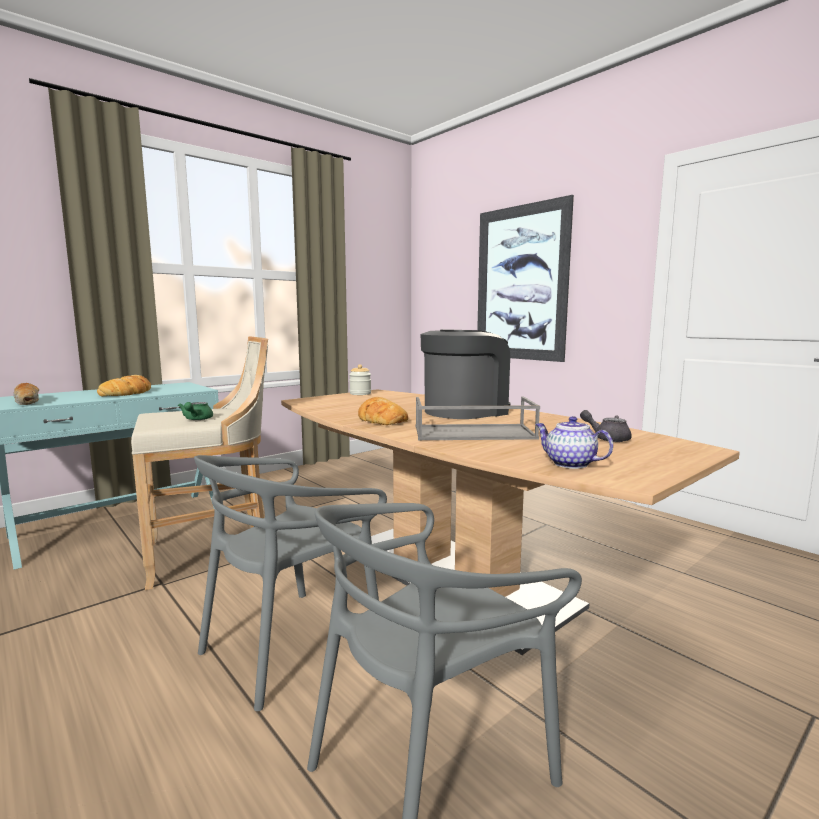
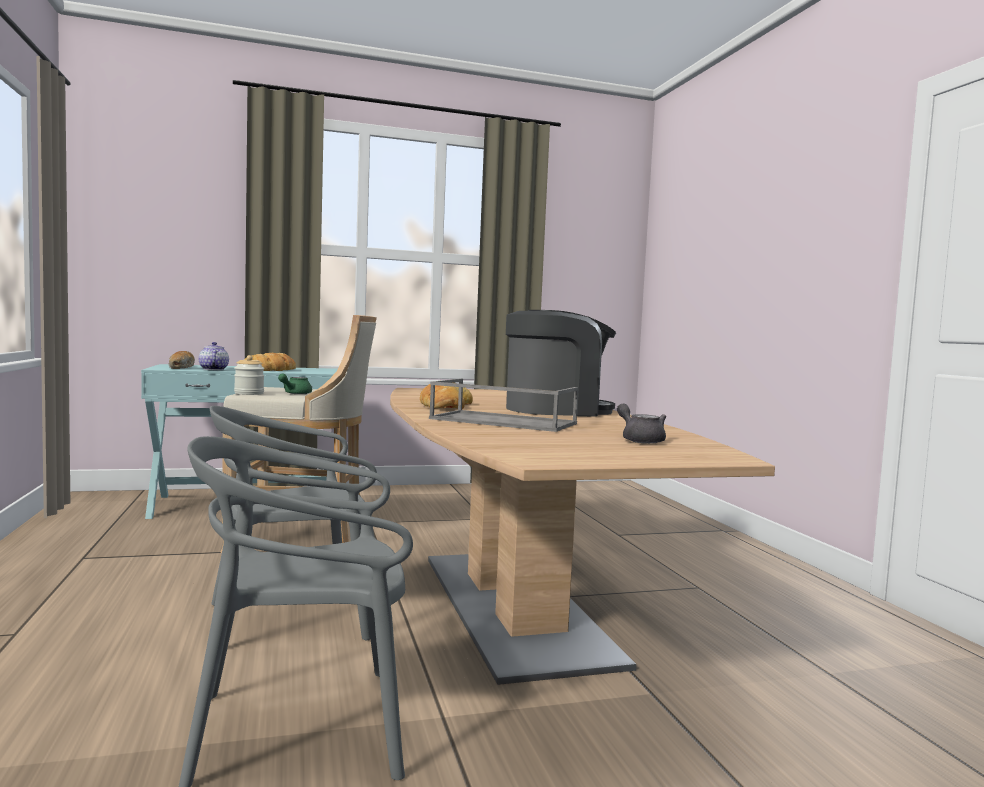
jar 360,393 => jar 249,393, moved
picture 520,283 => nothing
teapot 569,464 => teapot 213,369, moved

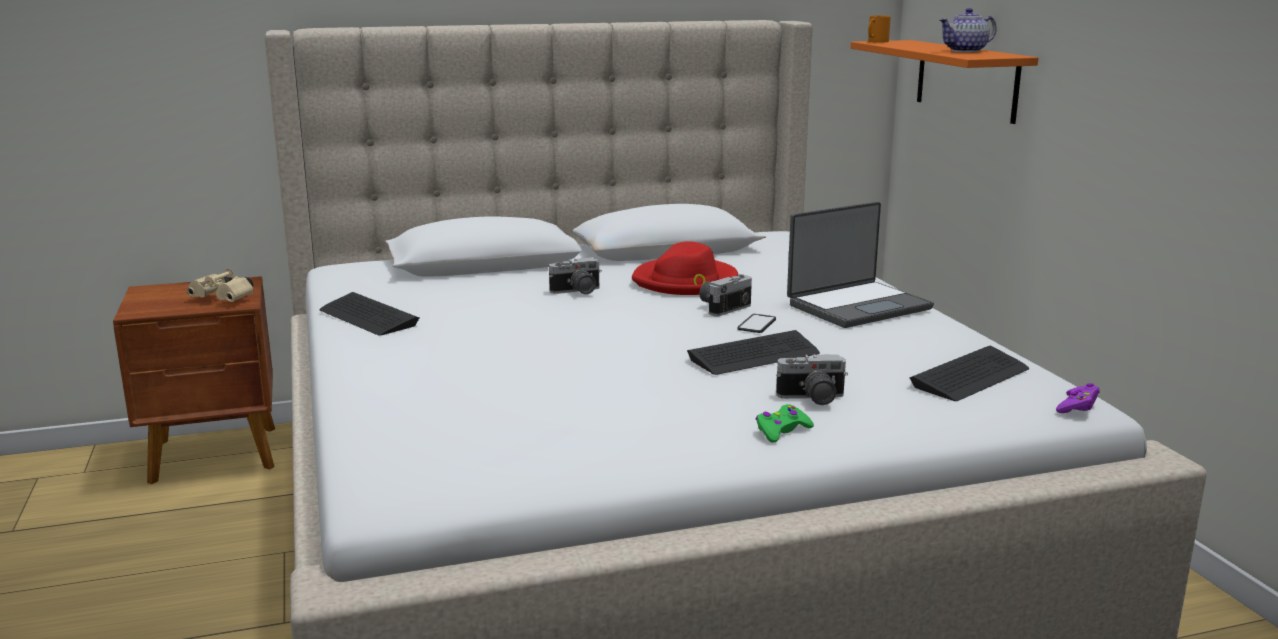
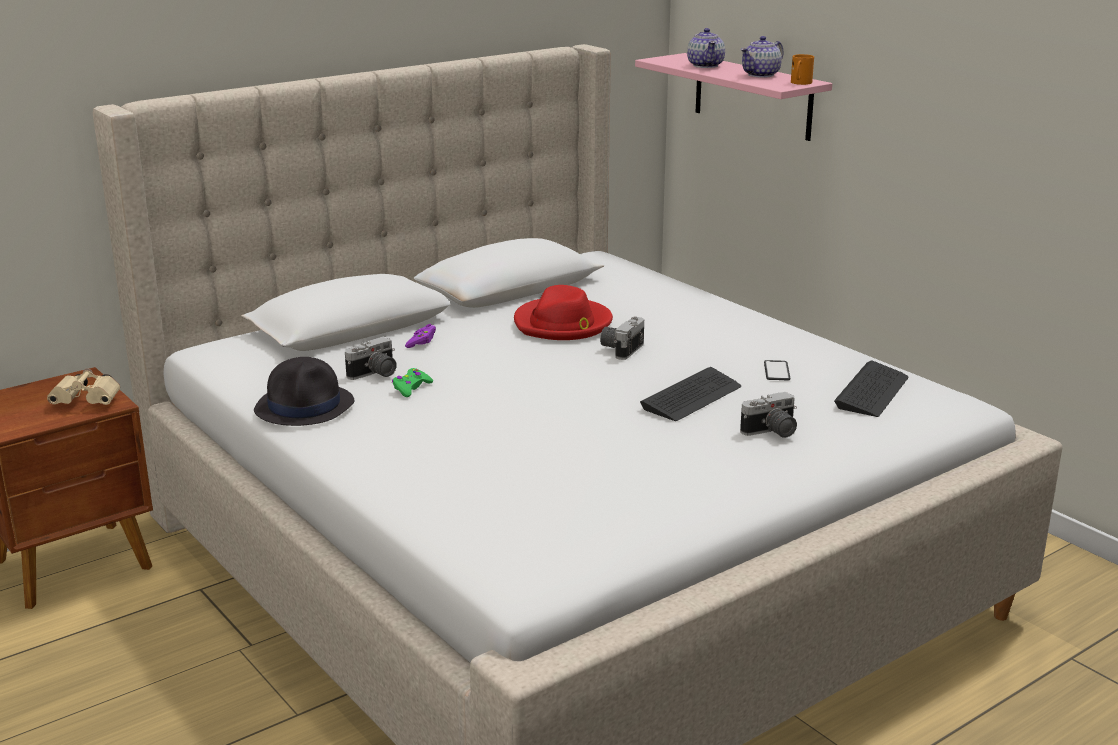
keyboard 368,317 => hat/black 305,406
photo camera 577,292 => photo camera 375,374, moved
phone 756,324 => phone 776,371, moved
game controller/green 782,431 => game controller/green 411,388, moved
laptop 857,306 => nothing
shelf/orange 966,80 => shelf/pink 752,96
mug/orange 876,41 => mug/orange 800,83, moved
game controller/purple 1077,406 => game controller/purple 421,341, moved
nothing => teapot 705,65

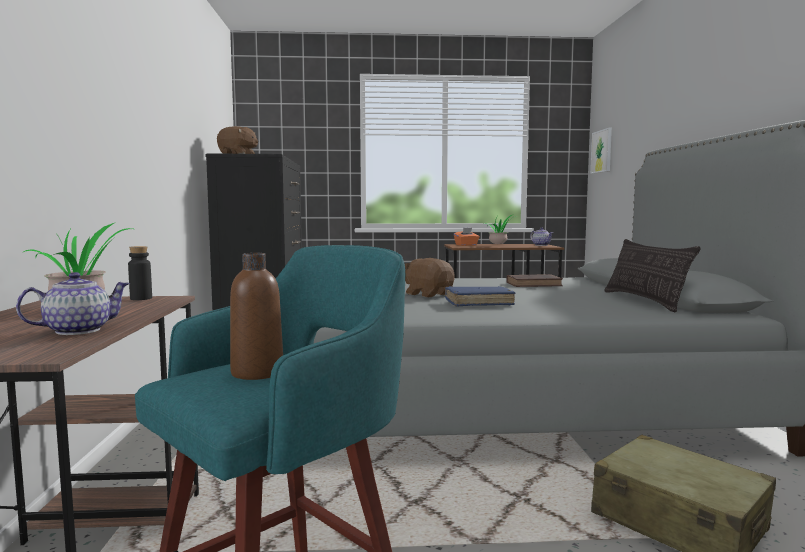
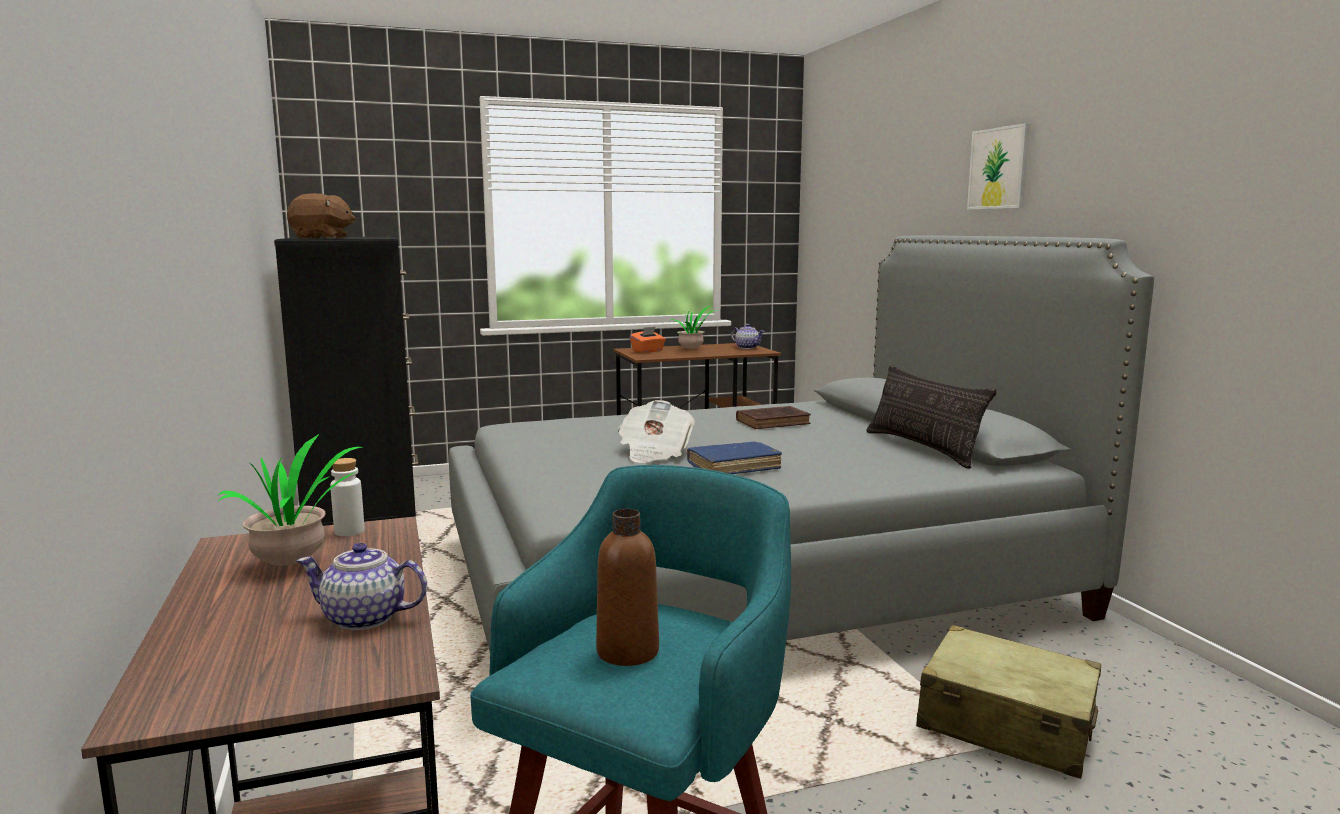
teapot 77,330 => teapot 365,618, 120 degrees counterclockwise
bottle/black 141,298 => bottle/white 349,531
plush toy/brown 428,294 => newspaper 654,453
picture 602,151 => picture 999,168, moved

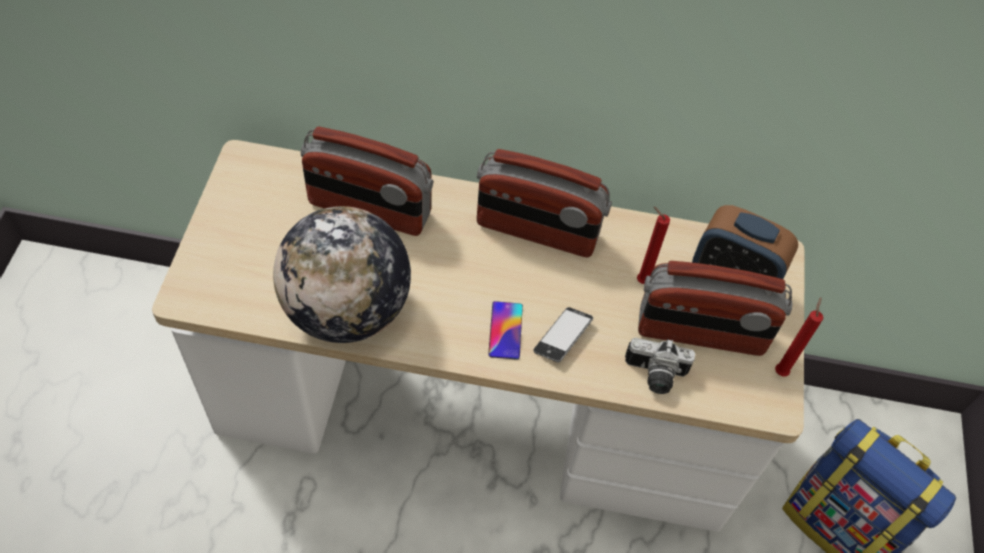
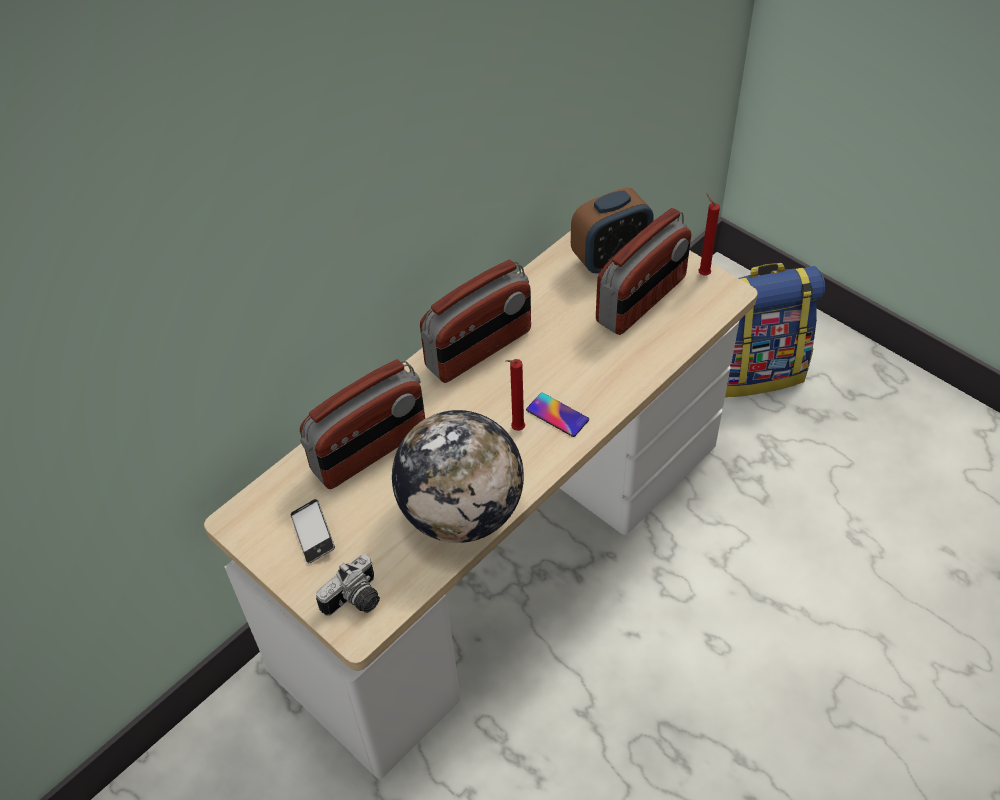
phone 562,337 => phone 313,534, moved
photo camera 654,376 => photo camera 356,601, moved
candle/red 640,280 => candle/red 516,429, moved

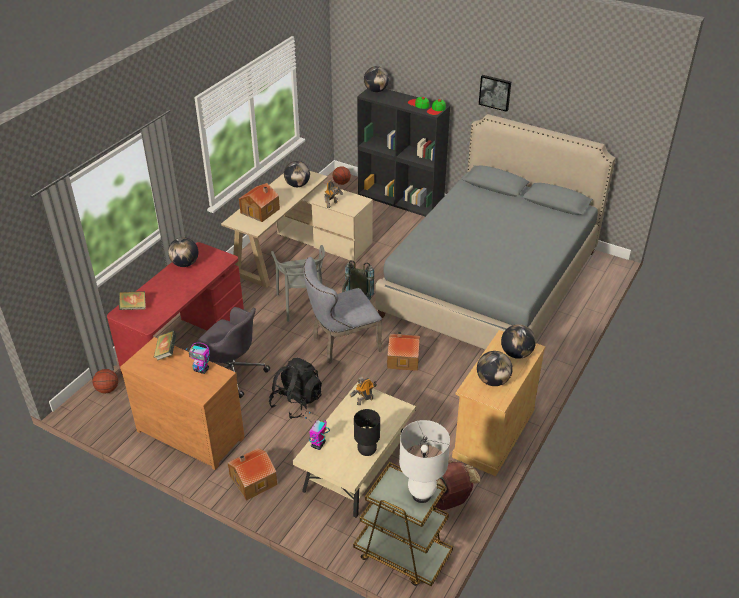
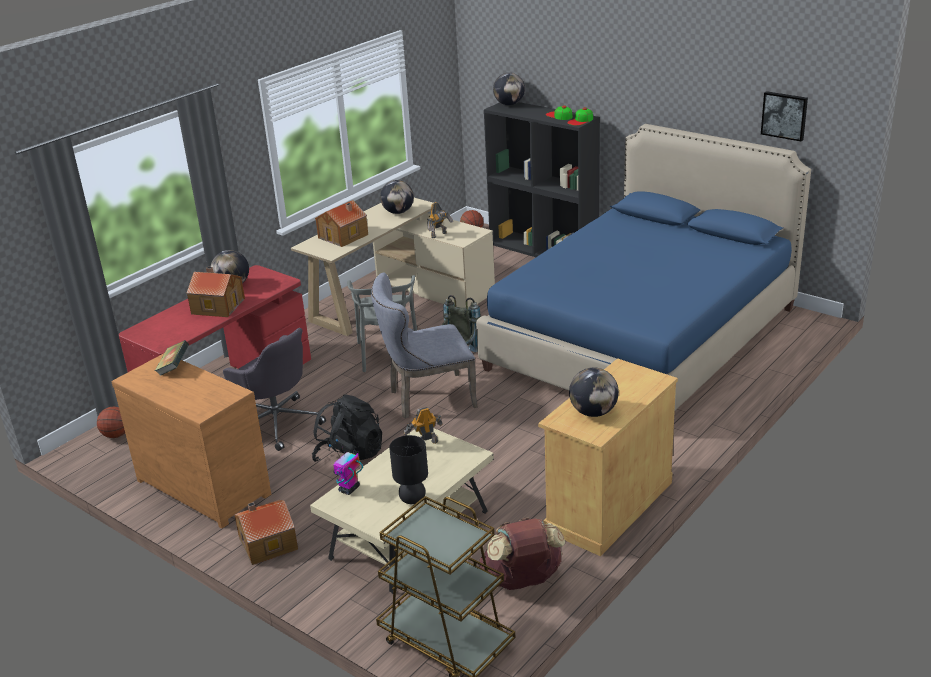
book 133,307 => nothing
toy robot 201,370 => nothing
bed/grey 490,283 => bed/blue 642,338
toy house 402,358 => toy house 218,305, moved
table lamp/white 421,495 => nothing
picture 495,92 => picture 784,115, moved
globe 516,353 => nothing

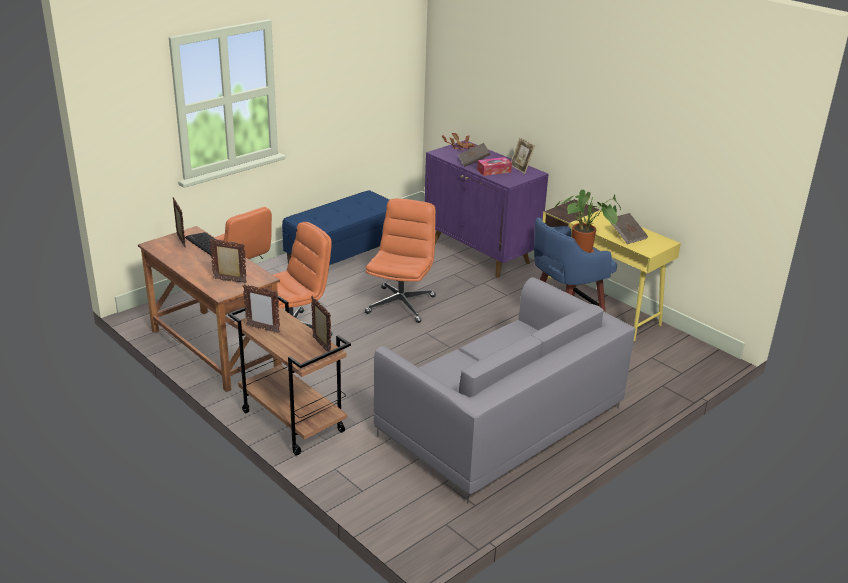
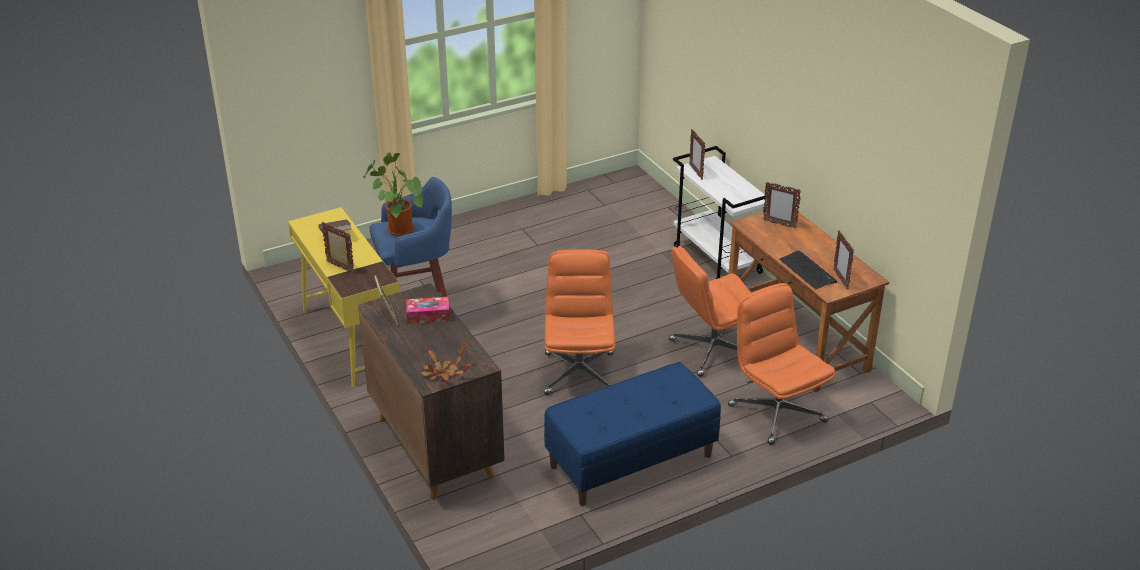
cart/brown 291,421 => cart/white 718,260
picture frame 263,329 => picture frame 340,267, moved
office chair/orange 400,304 => office chair/orange 579,373, 150 degrees clockwise
sofa/grey 501,422 => nothing
cabinet/purple 480,253 => cabinet/brown 435,447
book/brown 473,162 => nothing

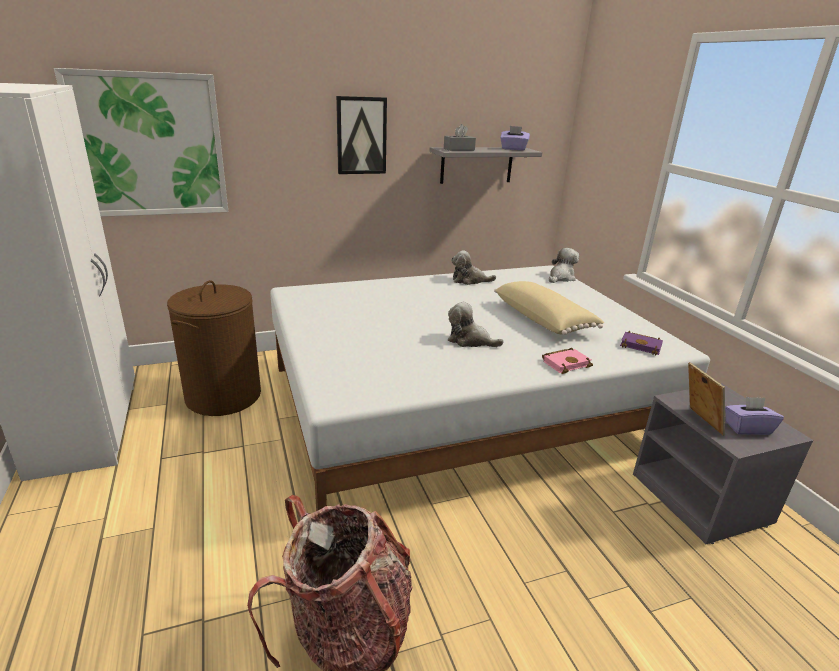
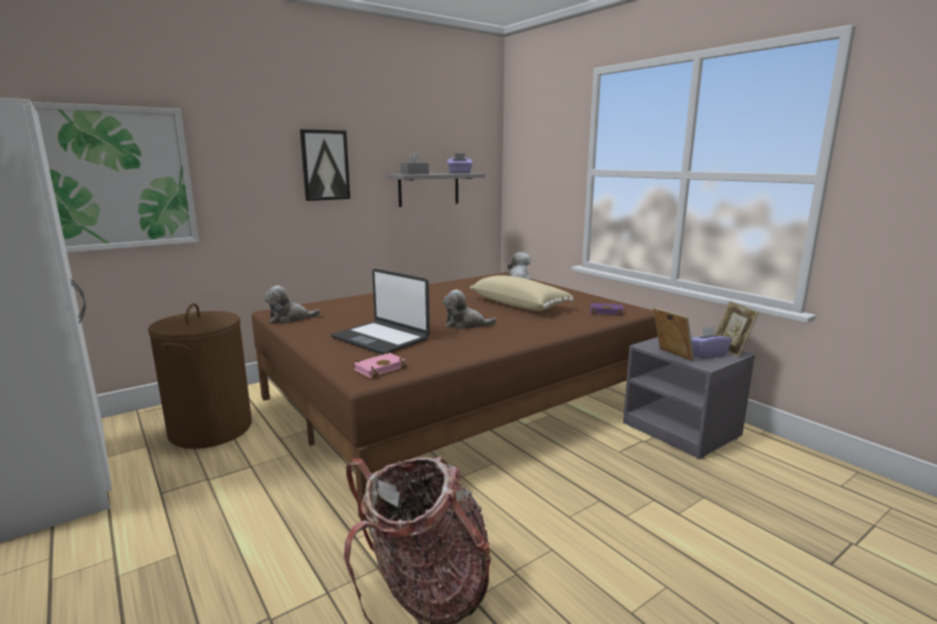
bed/white 462,406 => bed/brown 457,399
plush toy 469,280 => plush toy 290,319, moved
book/pink 566,363 => book/pink 380,368, moved
nothing => laptop 381,338
nothing => picture frame 731,350

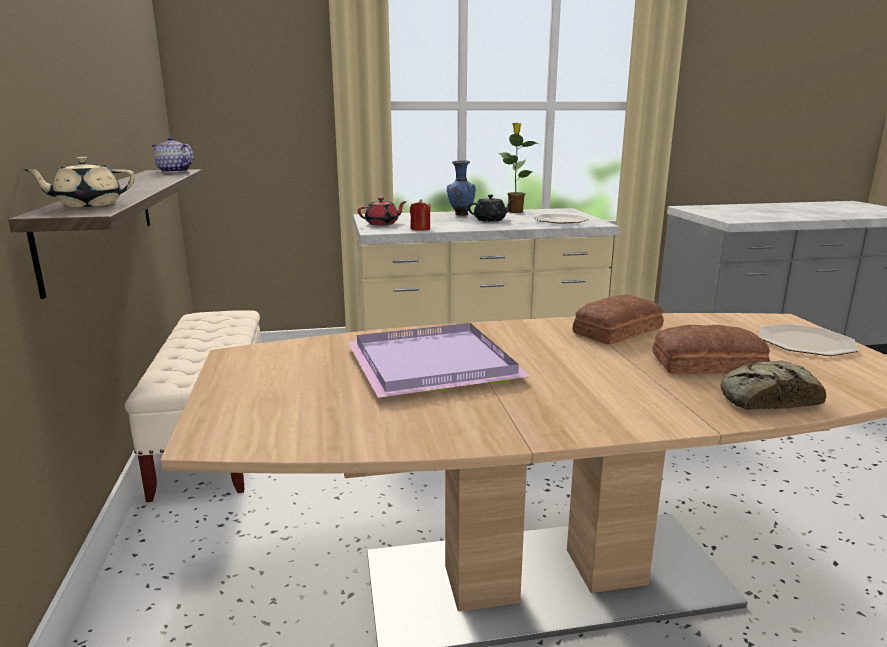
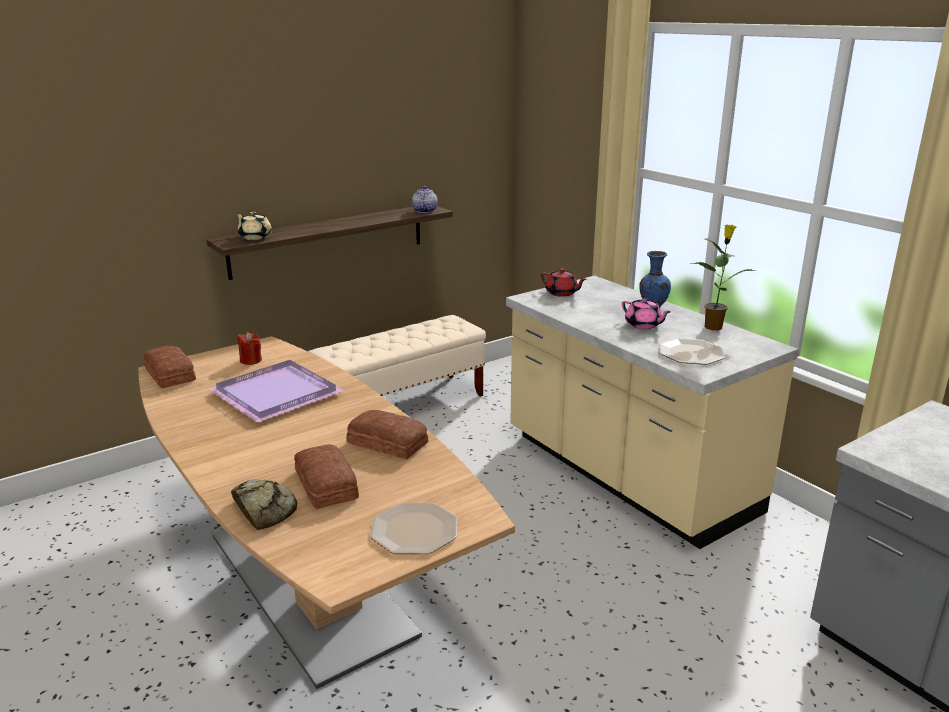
candle/red 420,229 => candle/red 251,360, moved
teapot/black 490,220 => teapot/pink 643,325
nothing => bread 171,374

